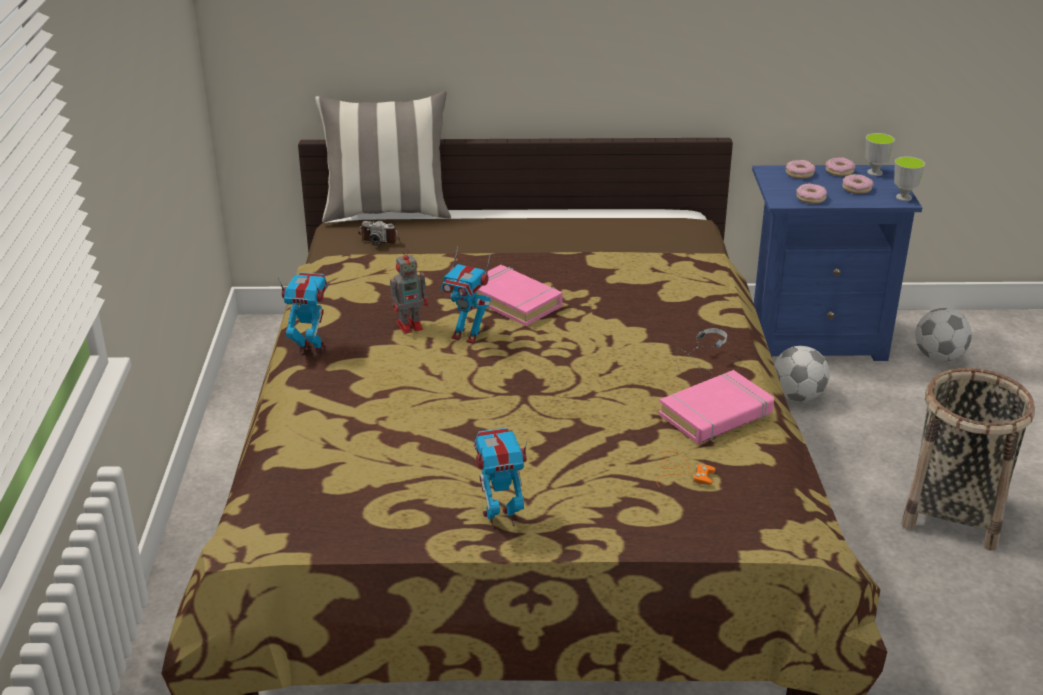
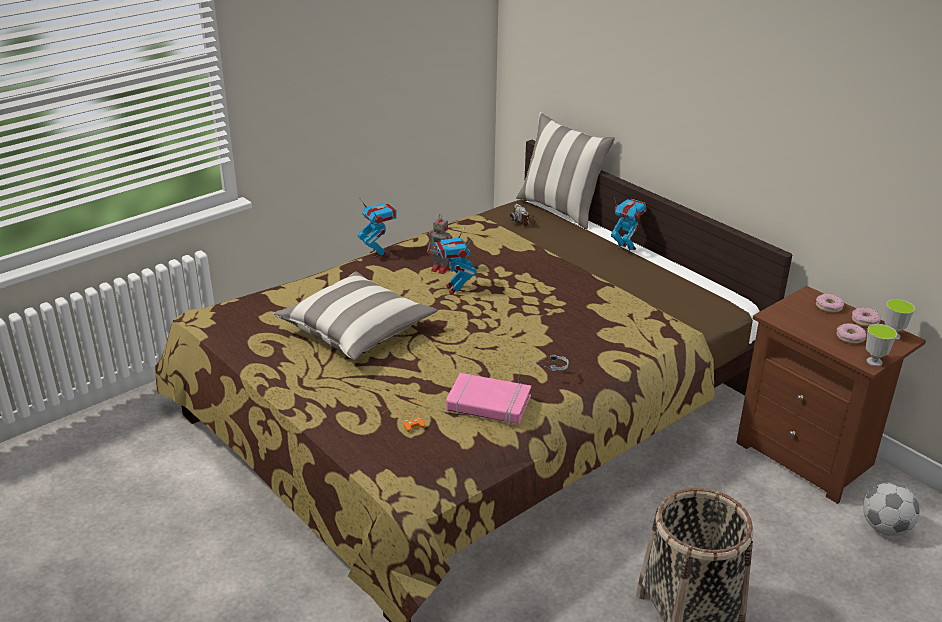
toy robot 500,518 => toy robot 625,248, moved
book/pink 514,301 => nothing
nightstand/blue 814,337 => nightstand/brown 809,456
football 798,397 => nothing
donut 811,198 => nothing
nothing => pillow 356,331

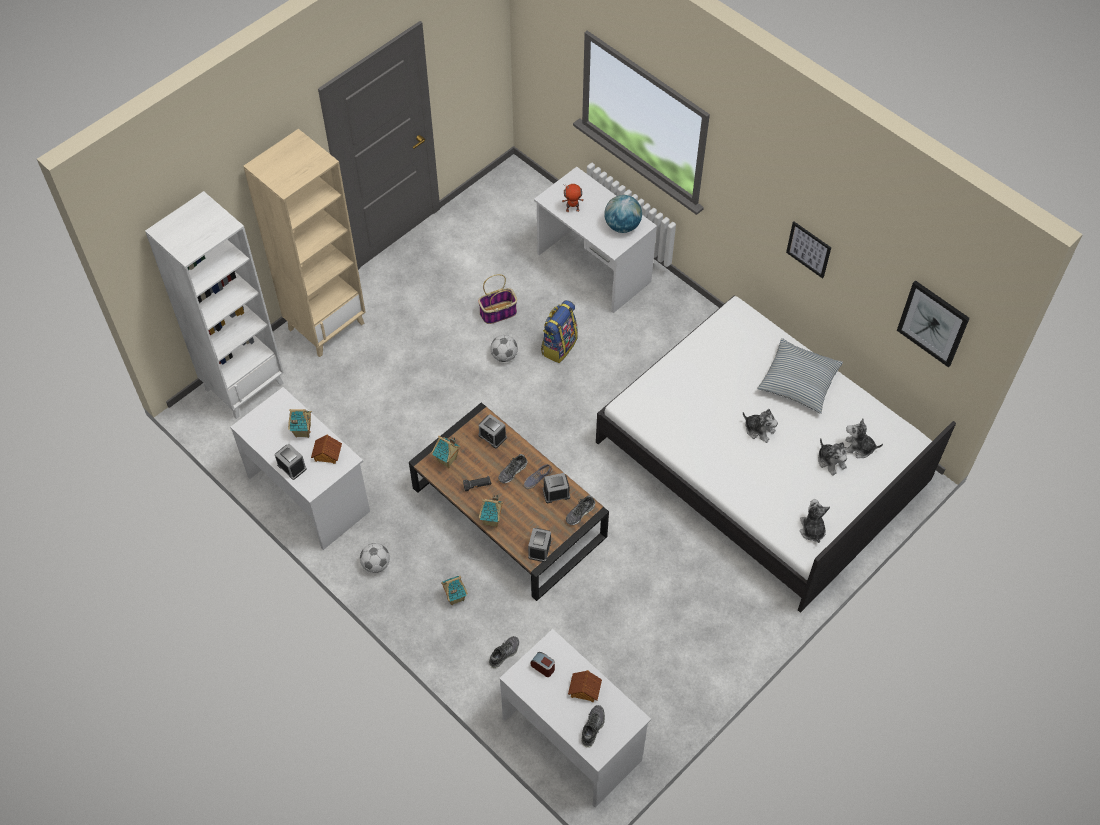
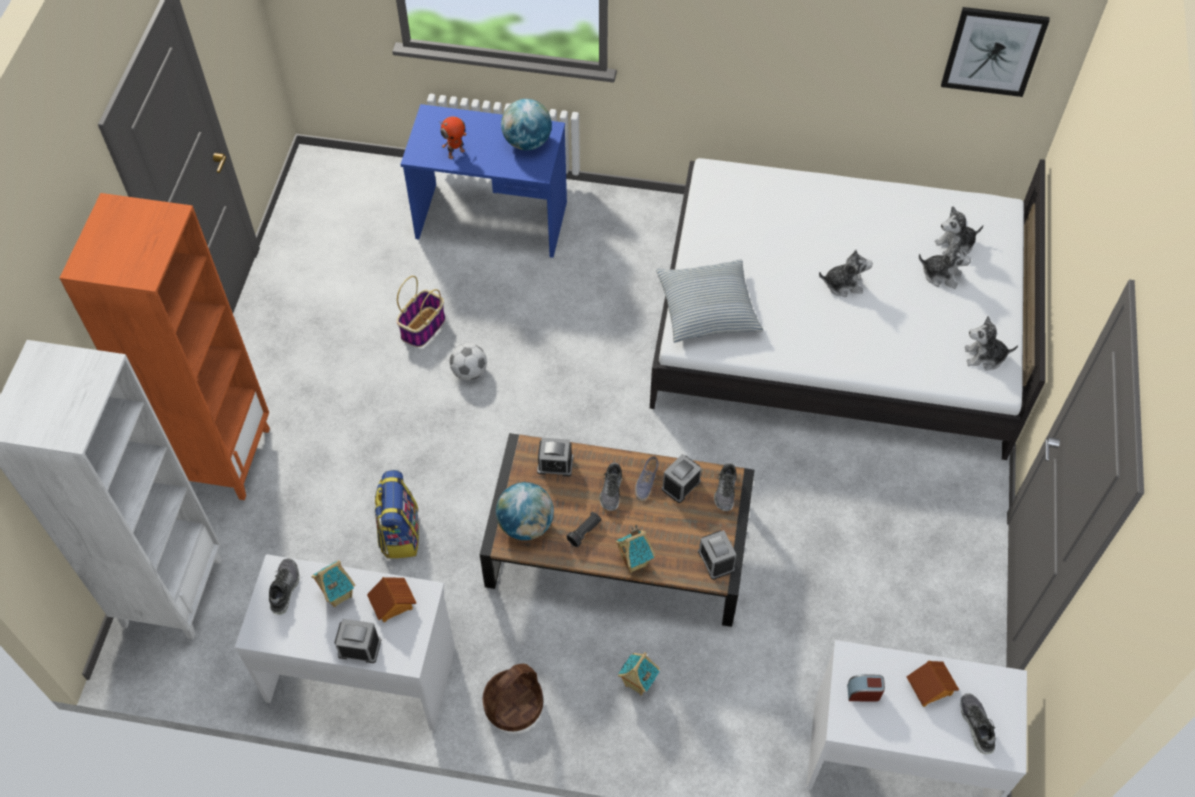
bookcase/beige 326,325 => bookcase/orange 223,457
football 376,564 => basket 513,706
toy house 447,461 => globe 526,525
shoe 504,653 => shoe 284,588, moved
desk/white 592,268 => desk/blue 491,221
backpack 558,346 => backpack 399,533, moved
pillow 799,381 => pillow 707,308, moved
picture 808,249 => nothing
plush toy 812,529 => plush toy 984,357, 45 degrees counterclockwise

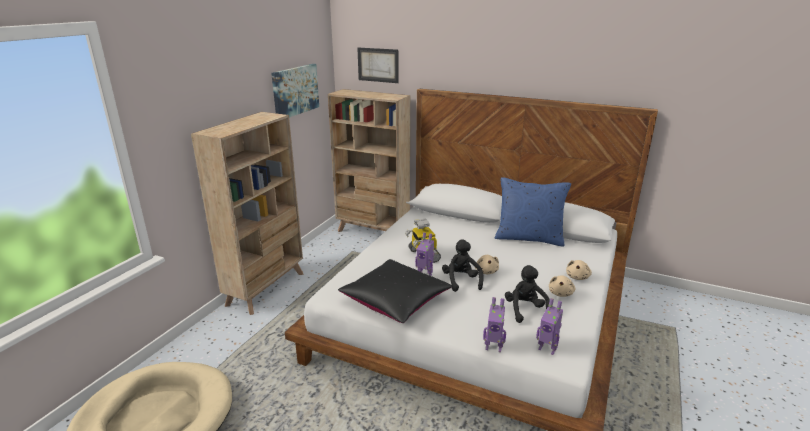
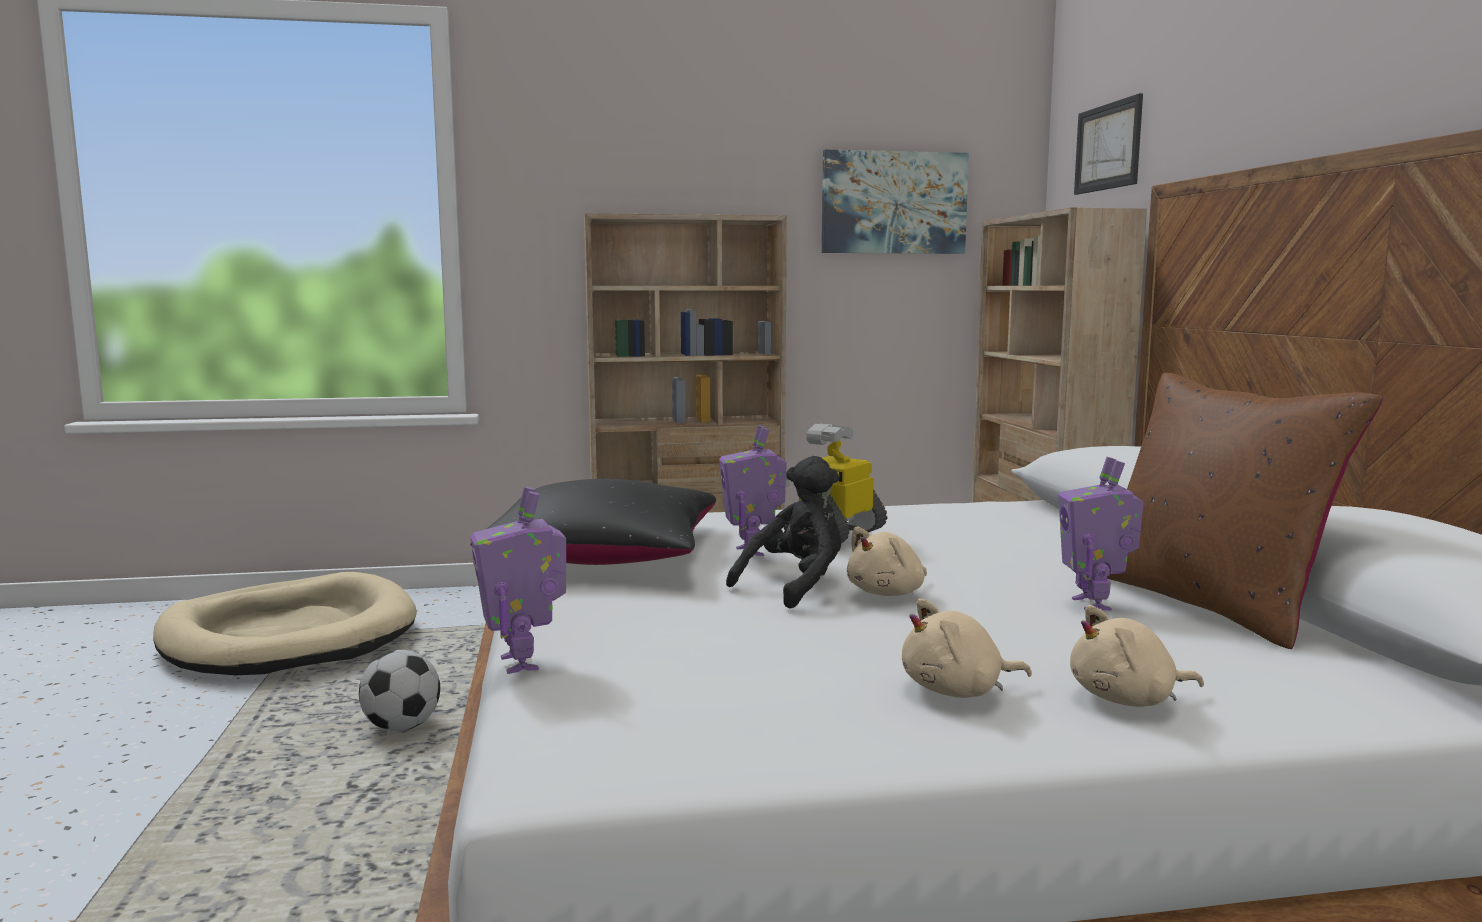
pillow/blue 528,238 => pillow/brown 1210,604
plush toy/black 525,310 => nothing
toy robot 547,348 => toy robot 1094,604, moved
nothing => football 402,727

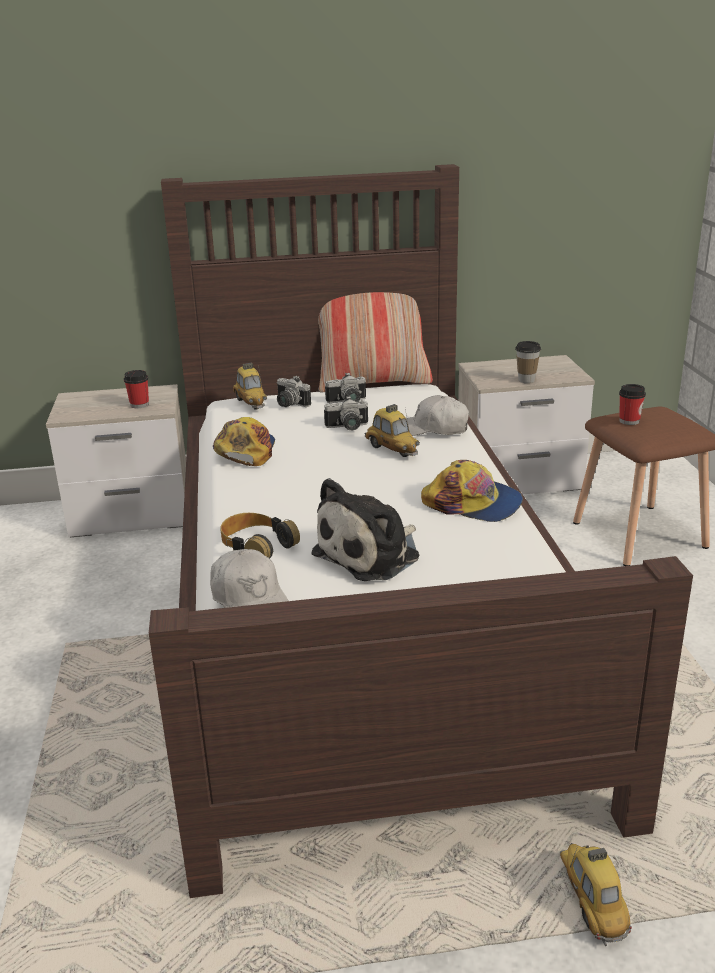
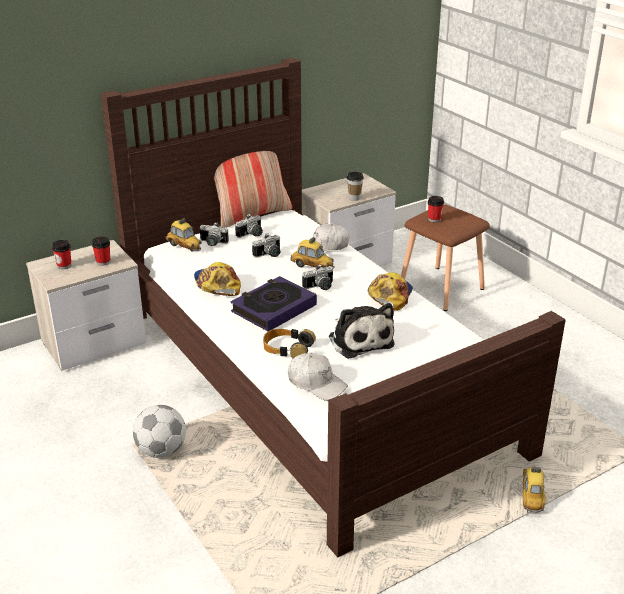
plush toy 371,554 => plush toy 359,340, 45 degrees counterclockwise
cap 473,503 => cap 390,295, 75 degrees counterclockwise
toy car 591,902 => toy car 531,496, 45 degrees clockwise
nothing => cup 64,265
nothing => football 161,450
nothing => book 273,308
nothing => photo camera 320,287

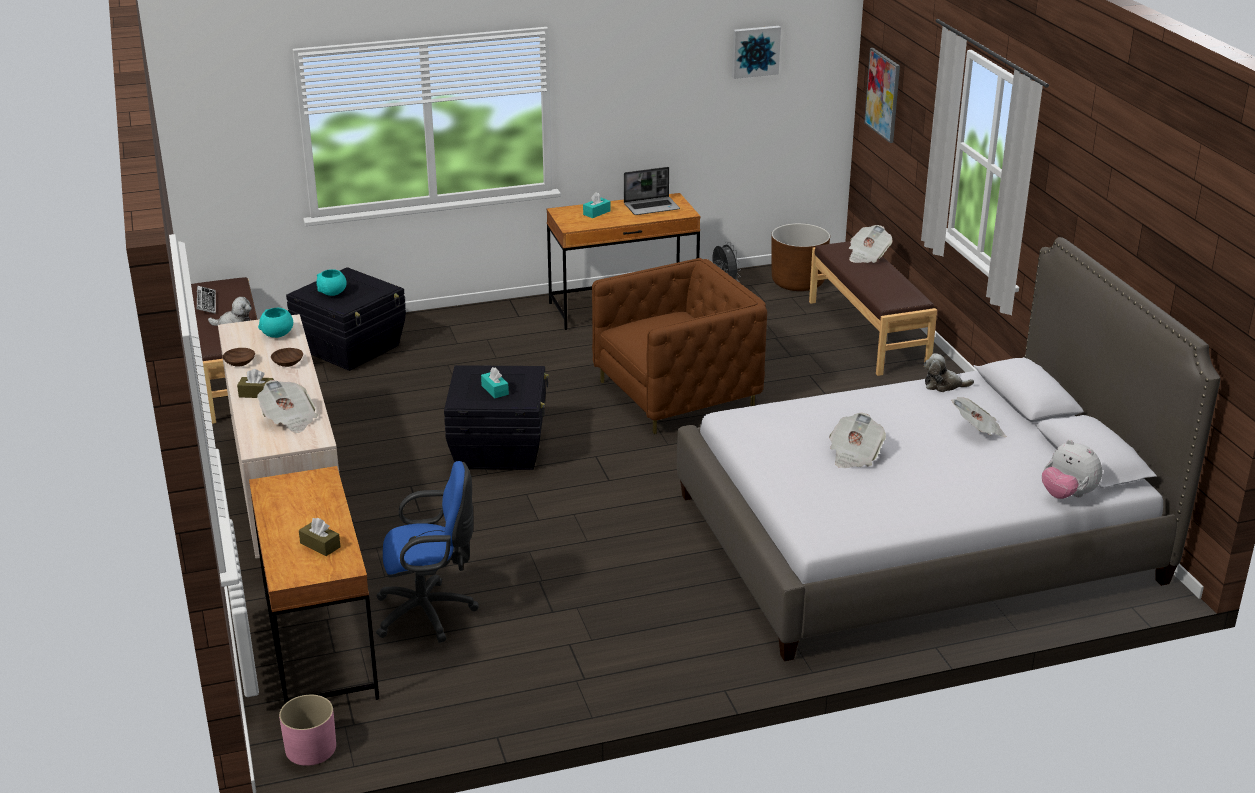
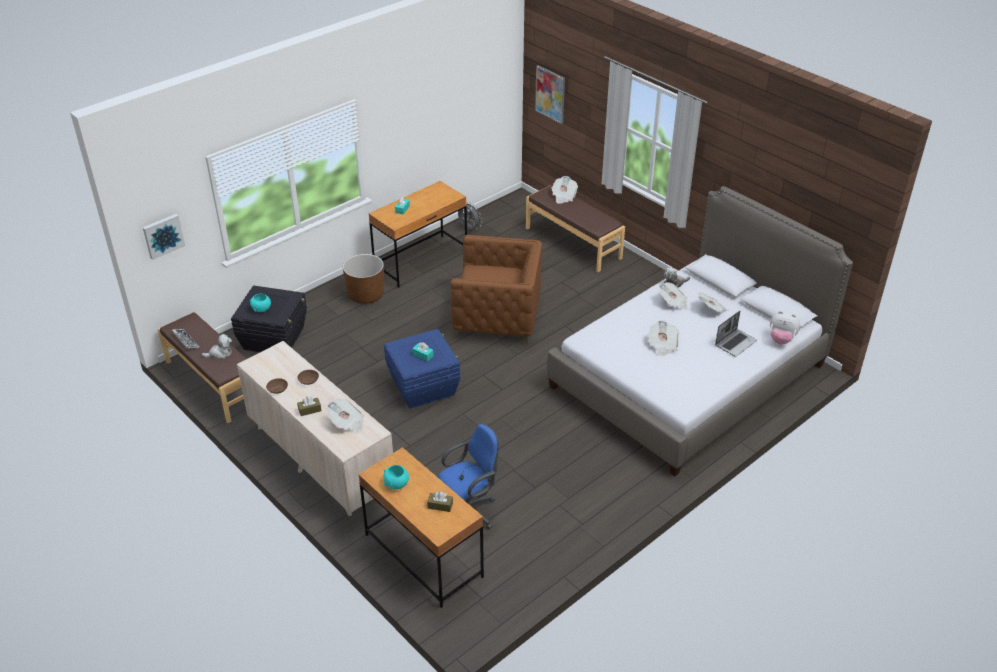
bowl/turquoise 277,334 => bowl/turquoise 396,484, moved
planter/pink 311,748 => nothing
storage box/black 499,448 => storage box/blue 423,386
armchair/brown 676,394 => armchair/brown 497,317, 60 degrees clockwise
laptop 652,207 => laptop 735,343, moved
picture 755,51 => picture 163,235, moved
planter/brown 798,282 => planter/brown 366,295, moved
nothing => newspaper 673,303

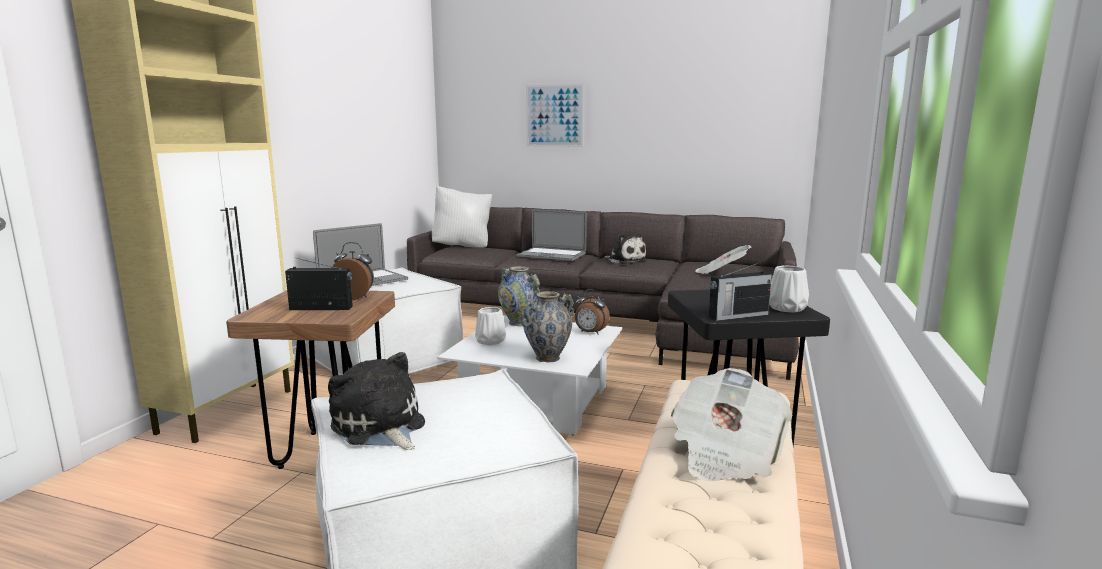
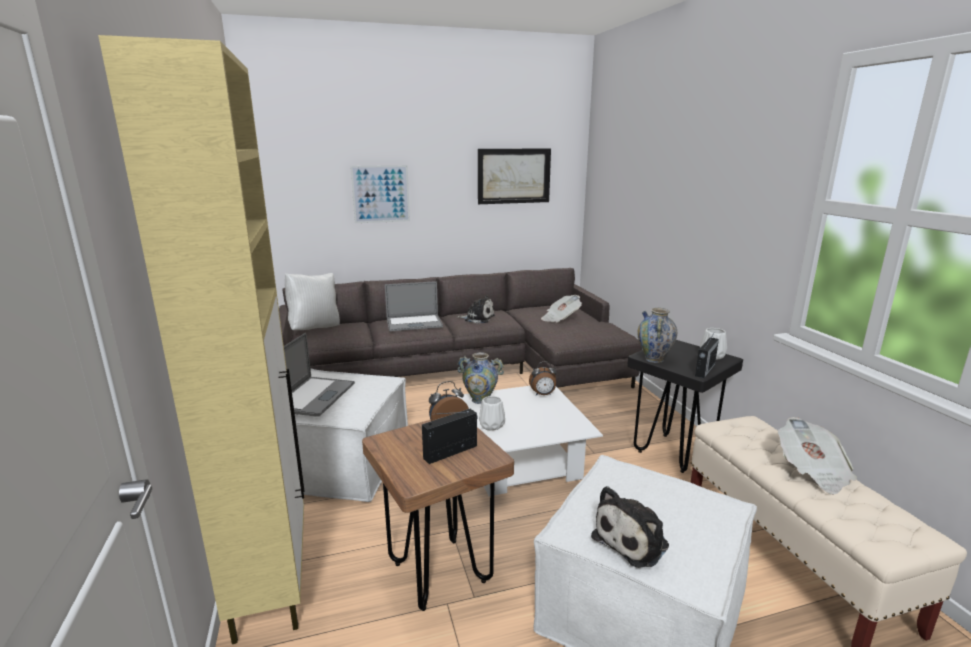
plush toy 380,427 => plush toy 633,540, 60 degrees counterclockwise
vase 547,358 => vase 654,359, moved
nothing => picture 513,176

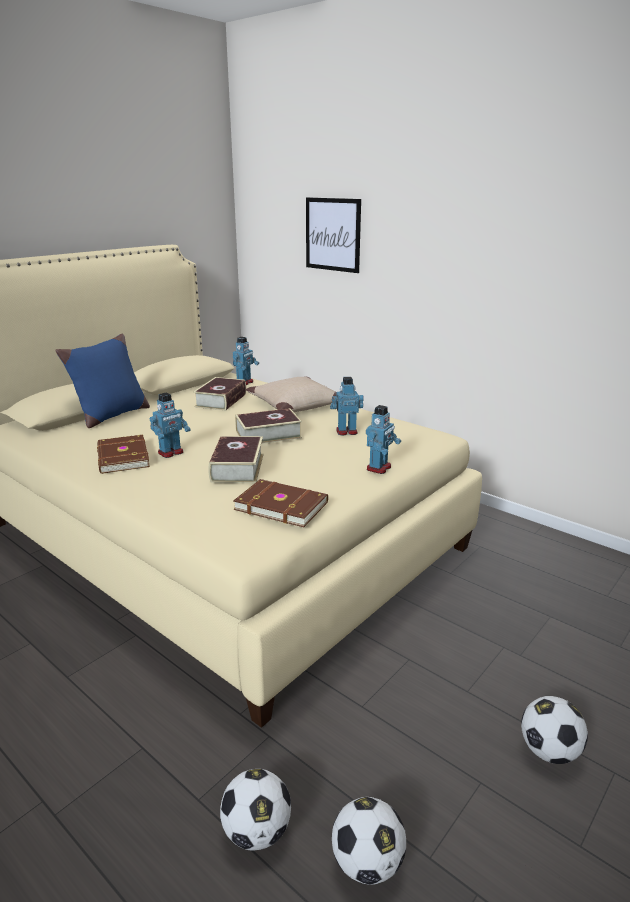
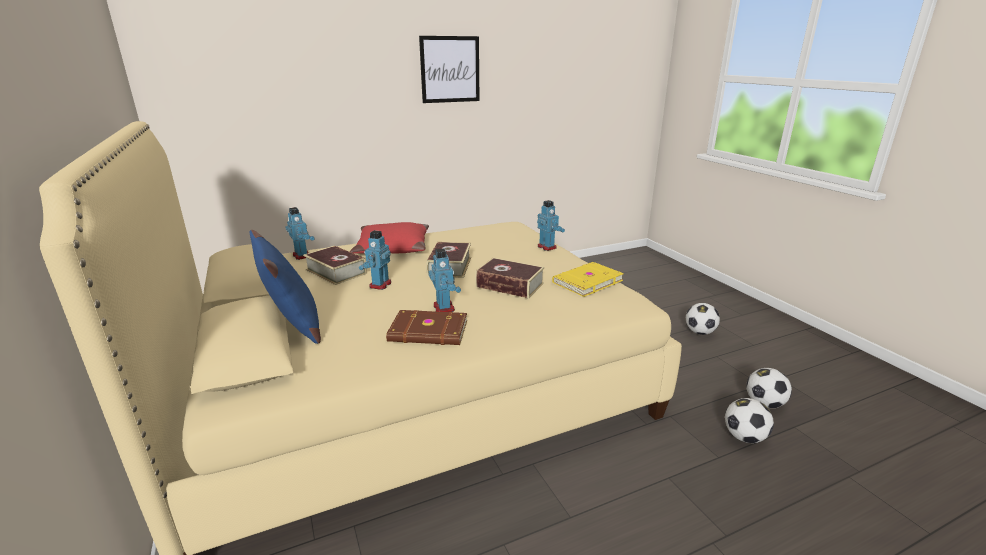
book/brown 281,505 => book/yellow 586,281
pillow/beige 294,404 => pillow/red 392,248
picture 332,234 => picture 450,69, moved
toy robot 346,431 => toy robot 379,285, moved

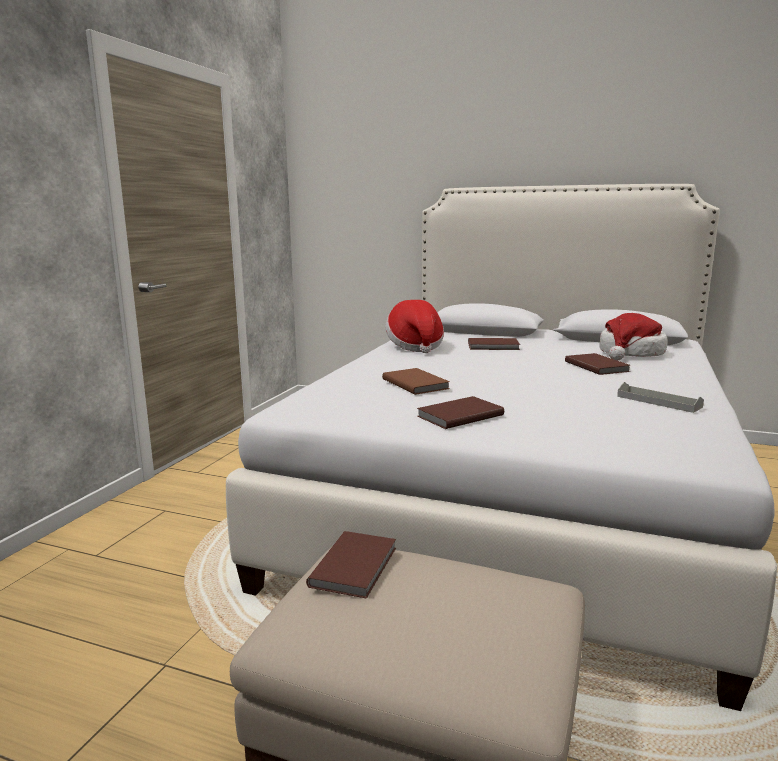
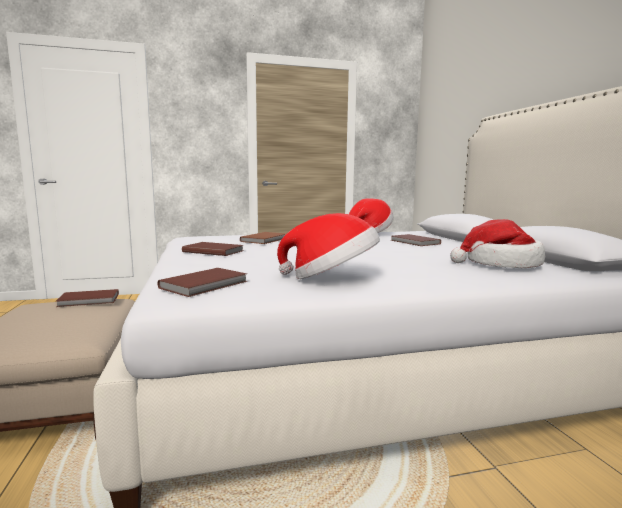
book/brown 597,366 => book/brown 206,285, moved
tray/grey 658,401 => hat 331,278

